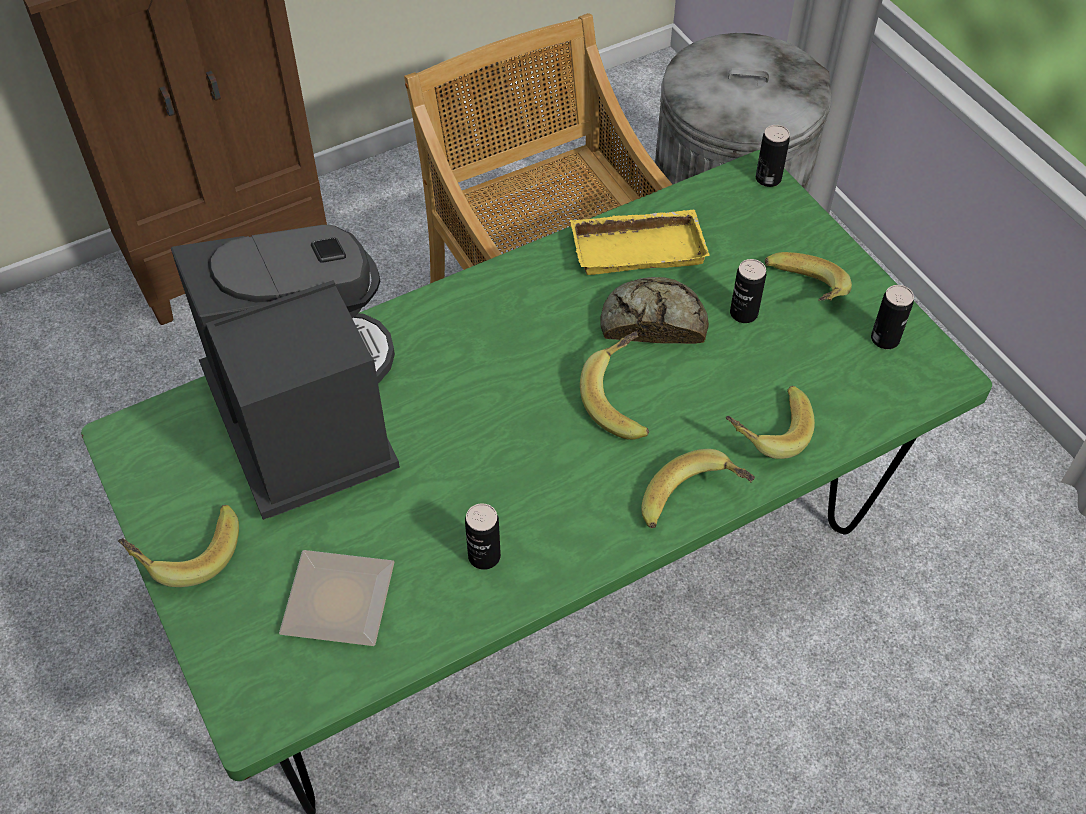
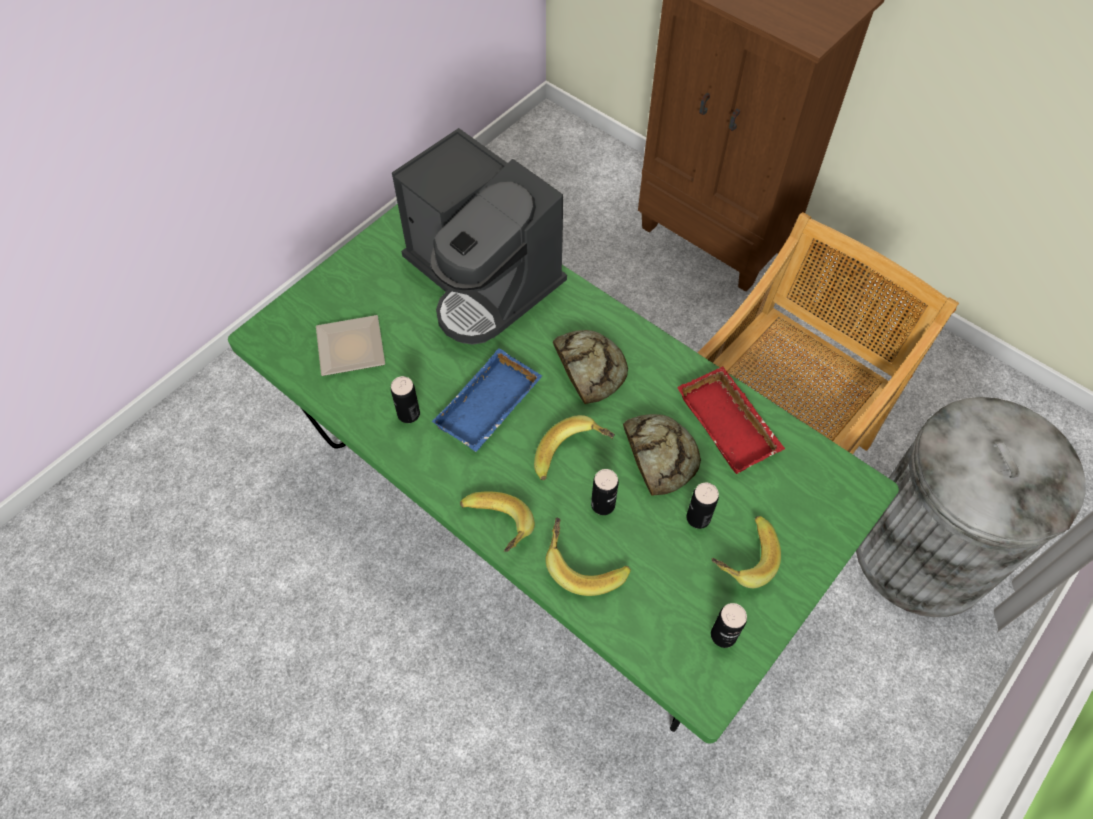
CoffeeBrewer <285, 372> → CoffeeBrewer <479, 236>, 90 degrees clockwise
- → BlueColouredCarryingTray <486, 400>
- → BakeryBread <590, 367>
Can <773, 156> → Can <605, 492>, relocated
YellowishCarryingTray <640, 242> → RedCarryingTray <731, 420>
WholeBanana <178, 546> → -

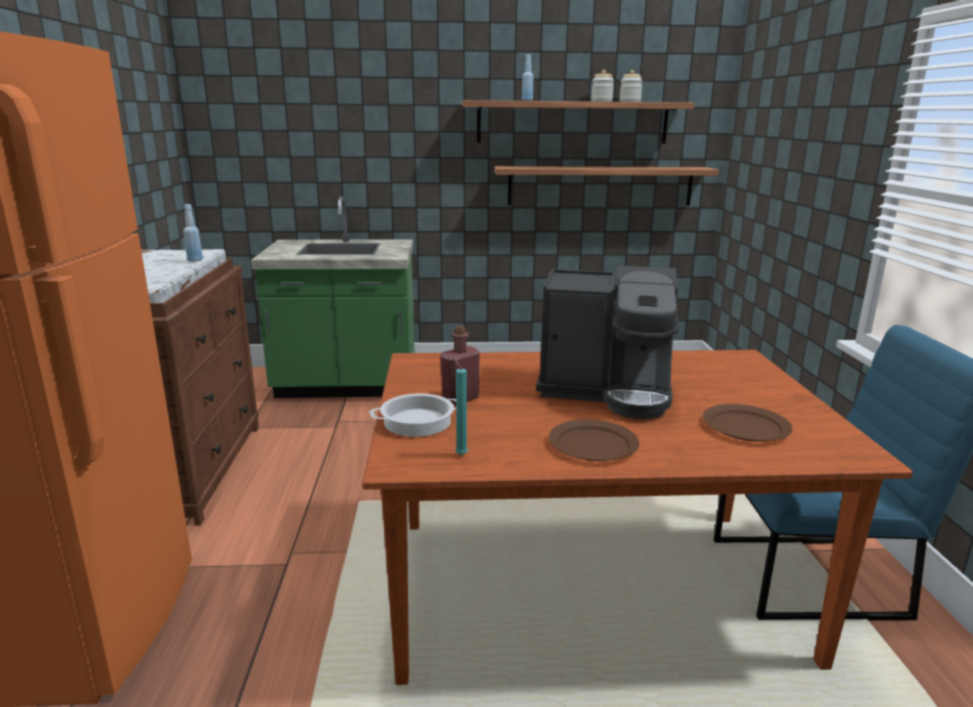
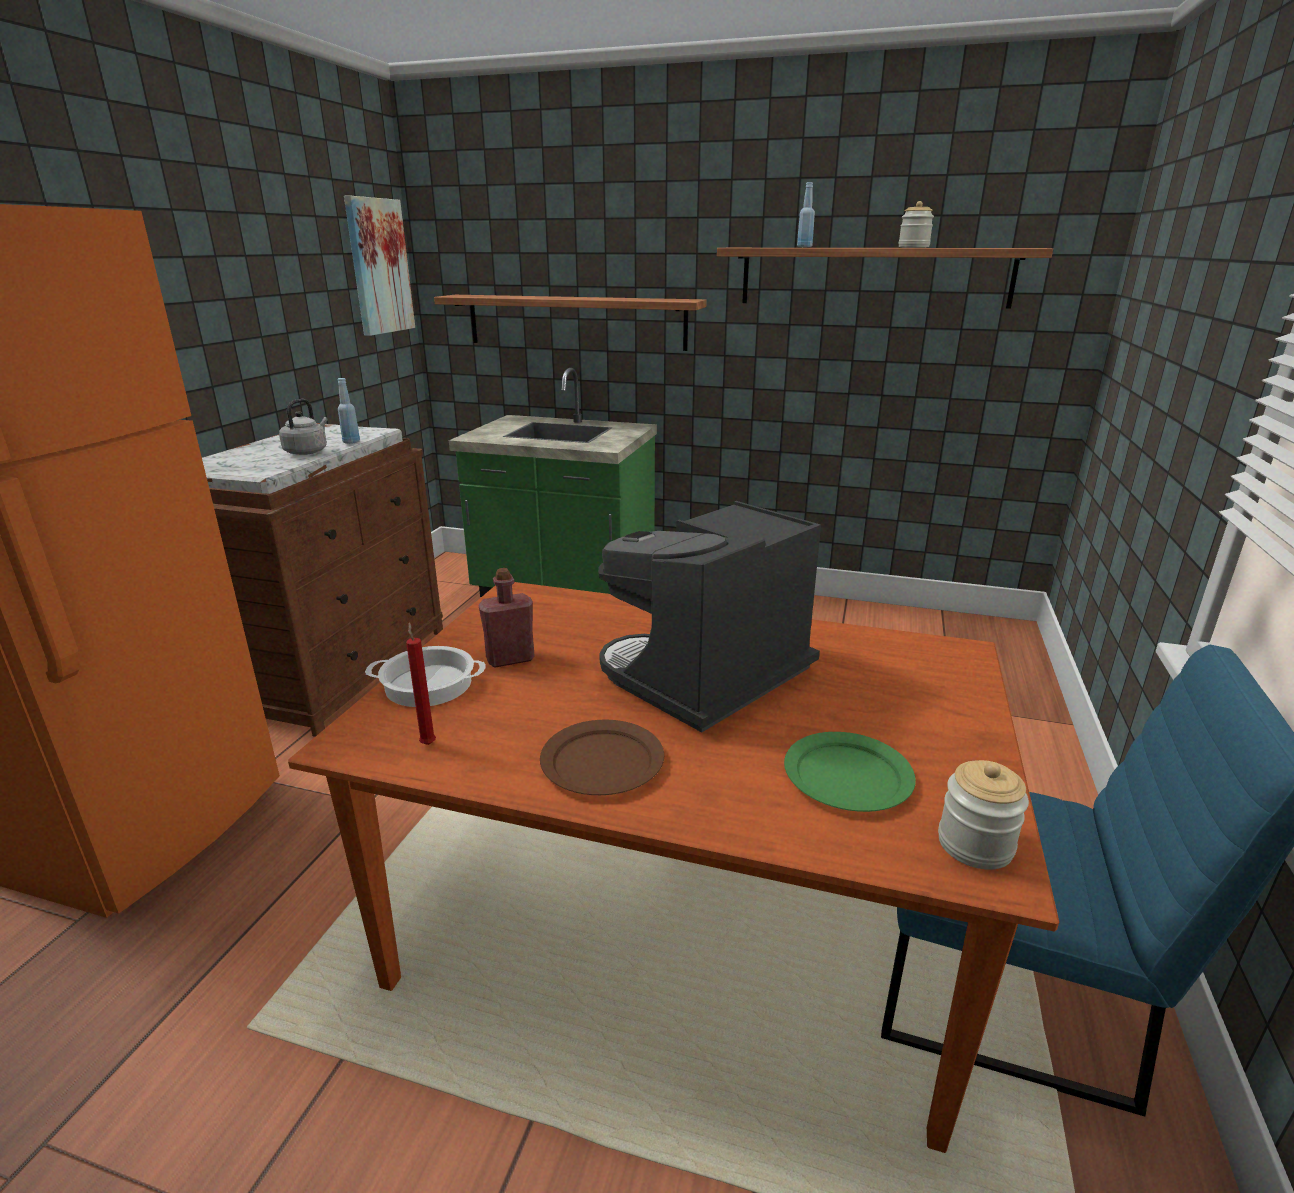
- → GreyKettle <303, 427>
- → WallArt <379, 265>
BlueGreenCandle <461, 406> → RedCandle <421, 683>
WallShelf <606, 186> → WallShelf <570, 323>, relocated
CoffeeBrewer <607, 342> → CoffeeBrewer <709, 616>, 105 degrees clockwise
BrownColouredDinnerPlate <747, 423> → GreenishDinnerPlate <850, 772>
StorageJar <631, 86> → StorageJar <983, 815>, relocated

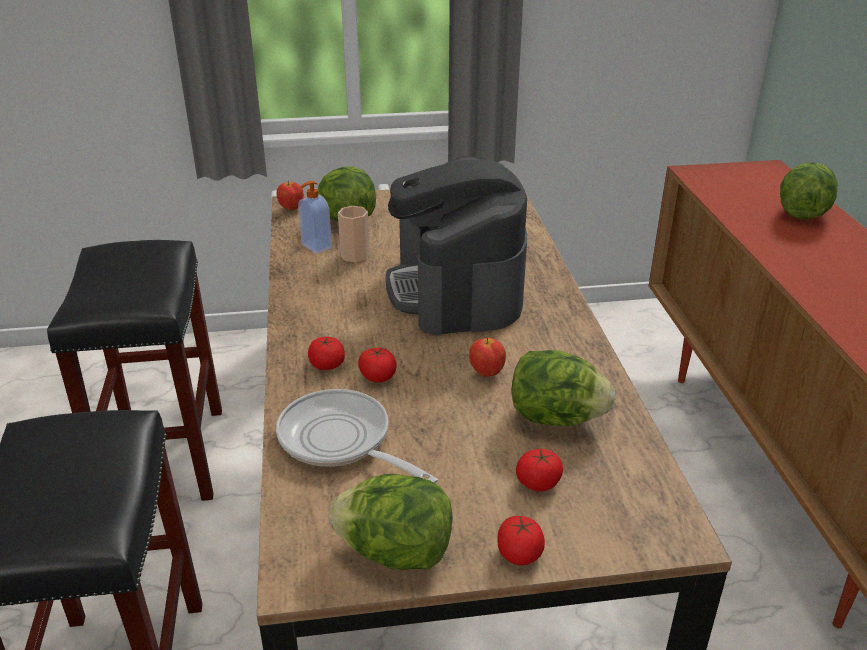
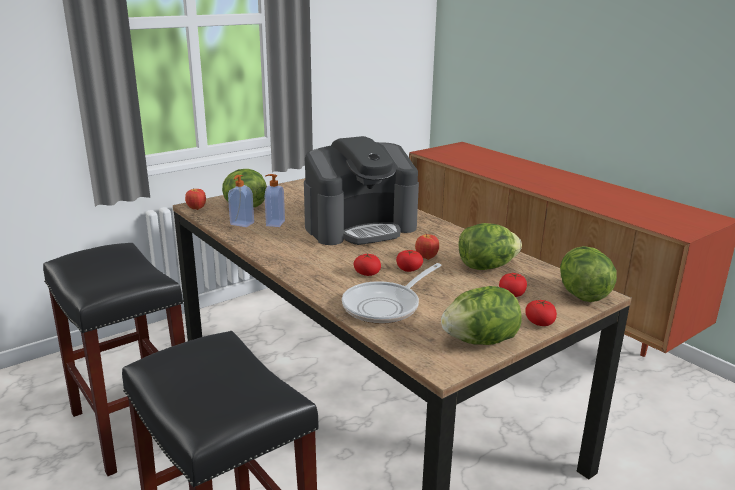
SmallCup <354, 234> → SoapDispenser <275, 200>
CoffeeBrewer <456, 245> → CoffeeBrewer <361, 190>, 75 degrees counterclockwise
Pan <357, 436> → Pan <392, 293>, 60 degrees counterclockwise
WholeTomato <326, 353> → WholeTomato <409, 261>, relocated
LettuceHead <809, 190> → LettuceHead <588, 274>, relocated

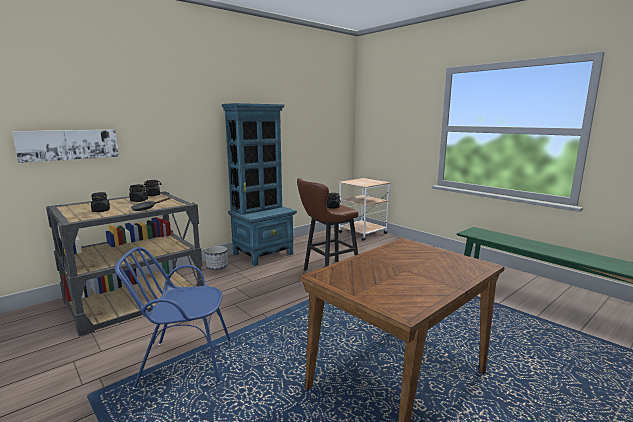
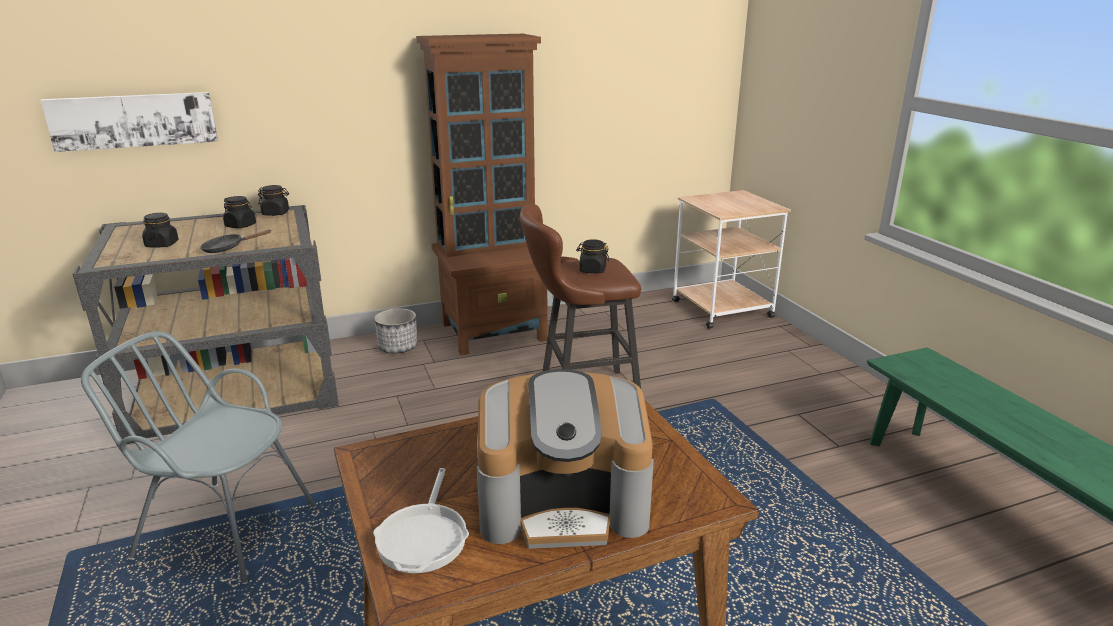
BlueColouredPlainChair <173, 318> → GreyPlainChair <198, 457>
- → Pan <421, 521>
BlueColouredStorageCabinet <259, 184> → BrownColouredStorageCabinet <482, 194>
- → CoffeeBrewer <565, 459>

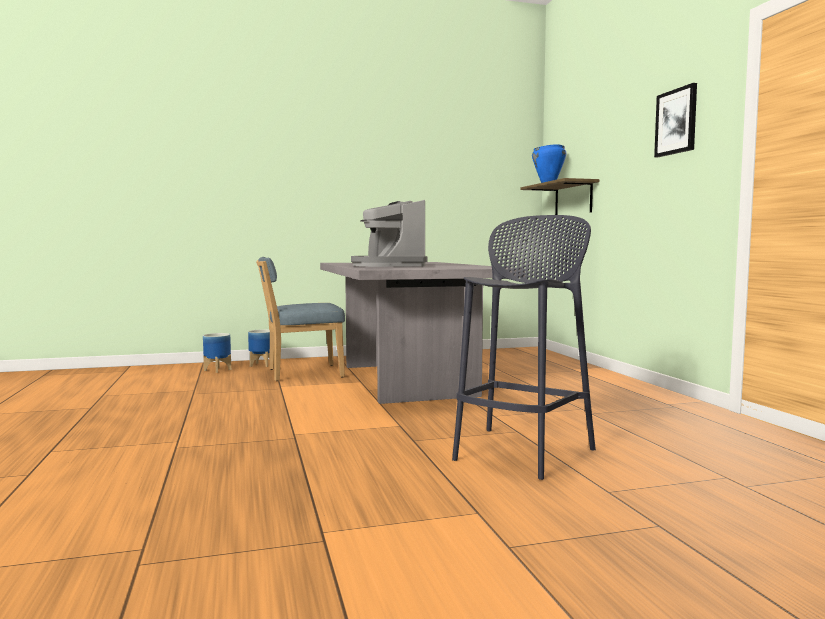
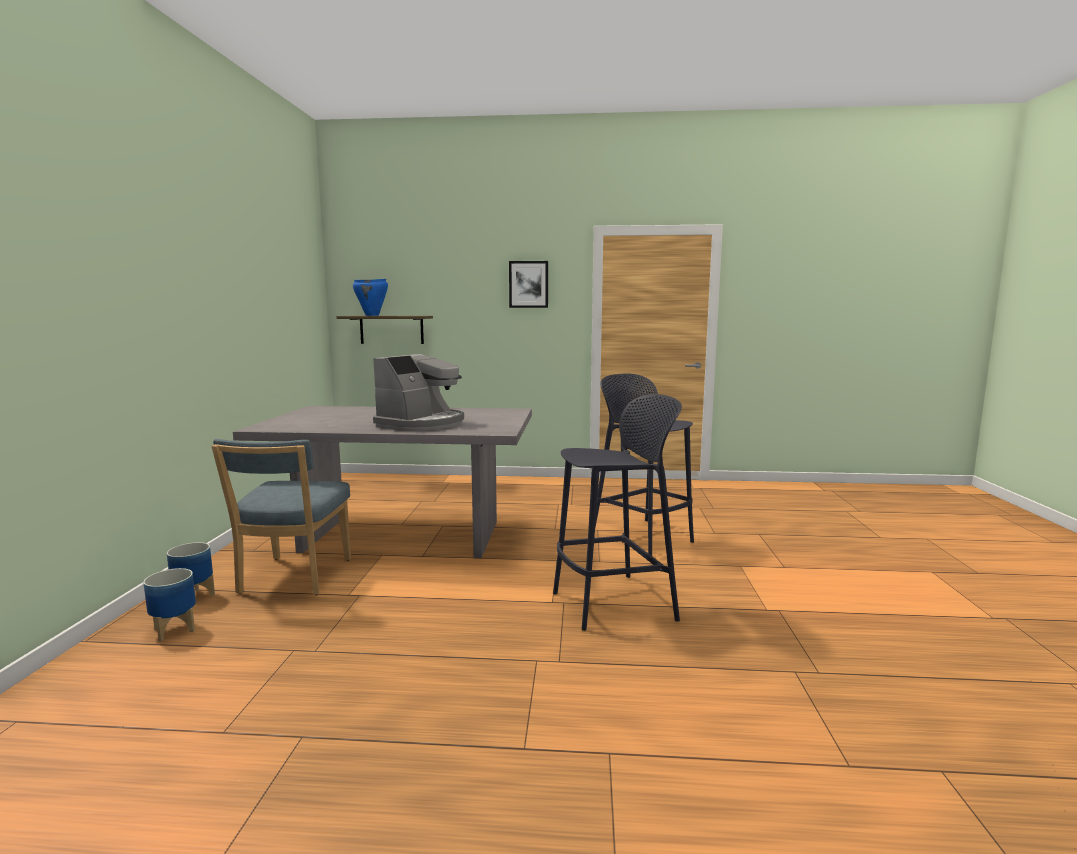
CoffeeBrewer <389, 233> → CoffeeBrewer <418, 392>, 60 degrees counterclockwise
- → GreyStoolSeat <617, 512>

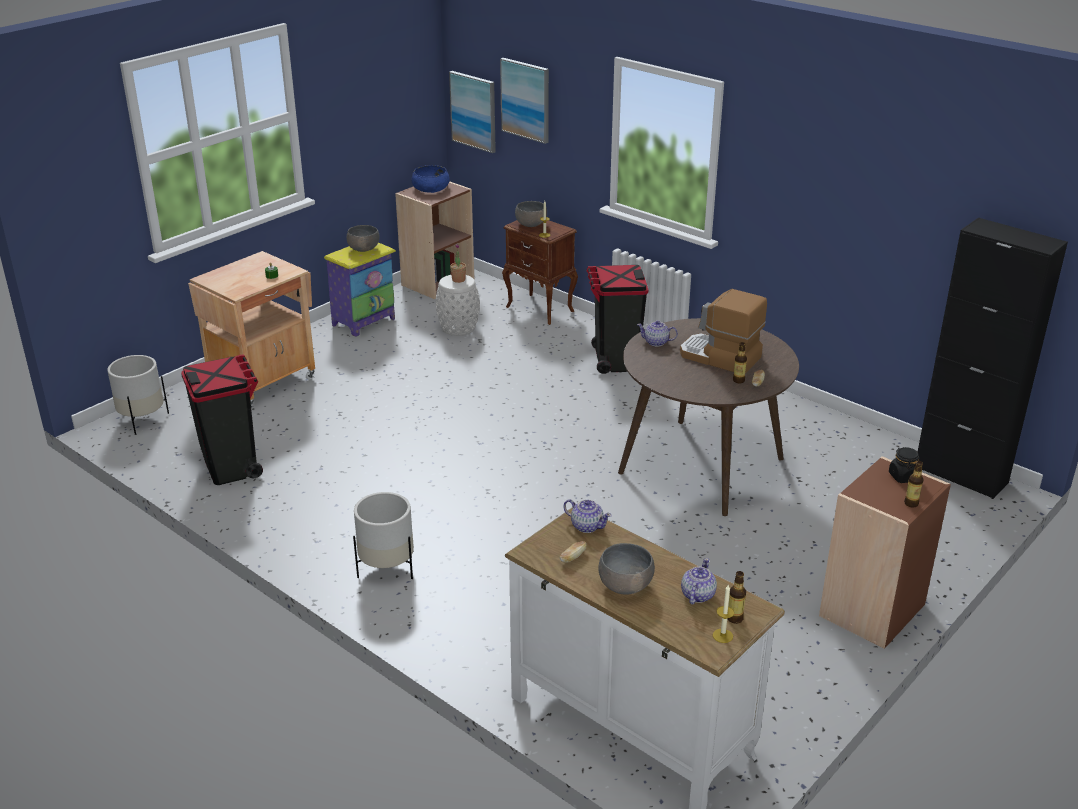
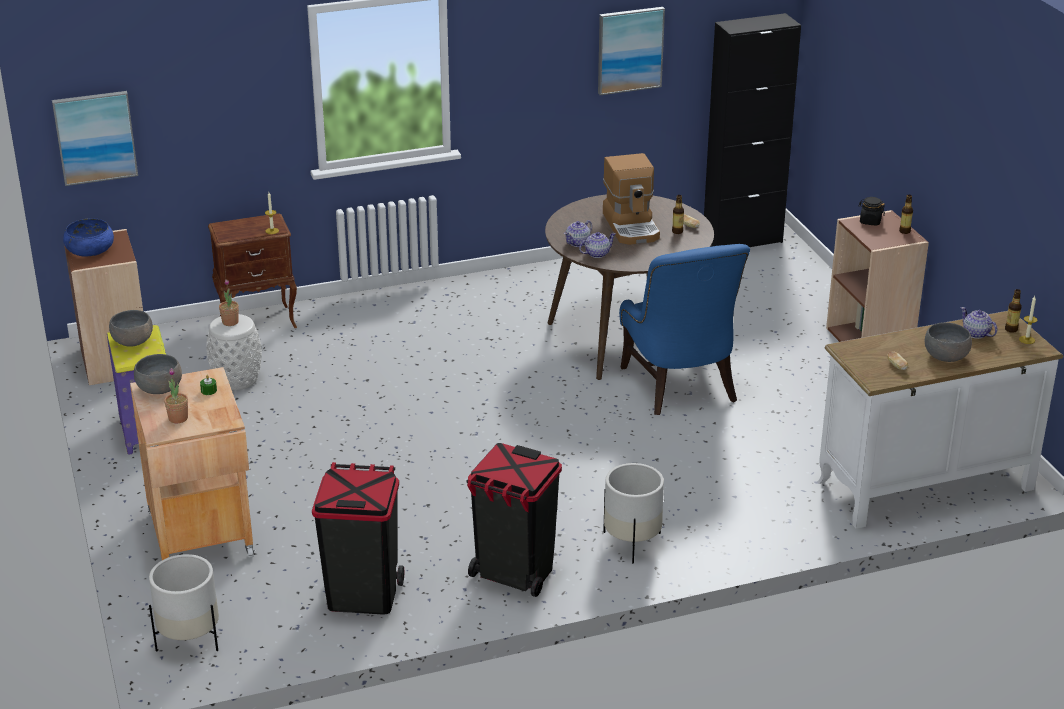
GreyDeepDish <531, 214> → GreyDeepDish <158, 374>, relocated
- → Houseplant <176, 396>
BlackishRubbishBin <617, 319> → BlackishRubbishBin <514, 520>, relocated
TeaPot <587, 516> → TeaPot <597, 245>, relocated
WallArt <524, 101> → WallArt <631, 51>, relocated
CoffeeBrewer <723, 331> → CoffeeBrewer <631, 199>, 75 degrees counterclockwise
- → BlueColouredPlainChair <684, 329>

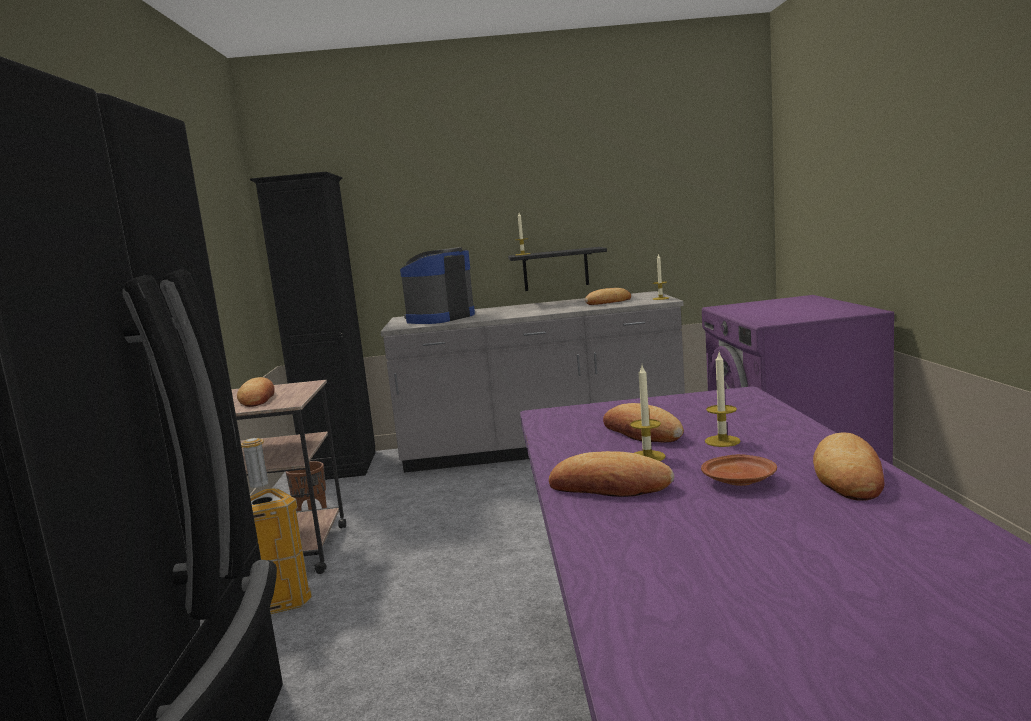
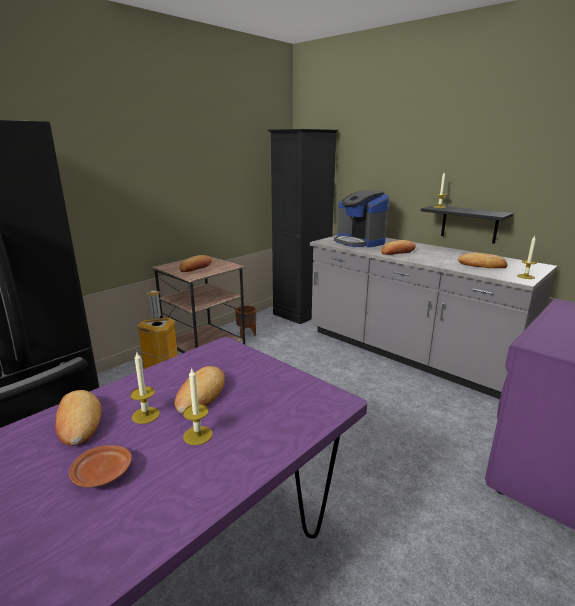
CoffeeBrewer <437, 285> → CoffeeBrewer <361, 219>, 120 degrees counterclockwise
BakeryBread <849, 467> → BakeryBread <398, 247>, relocated

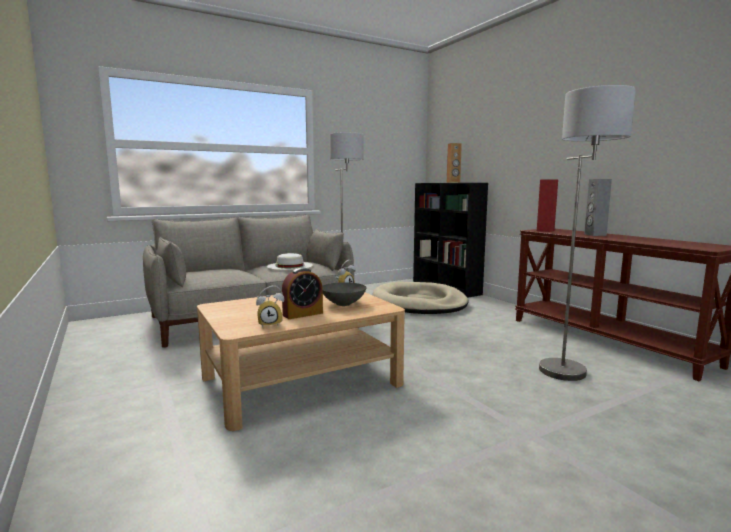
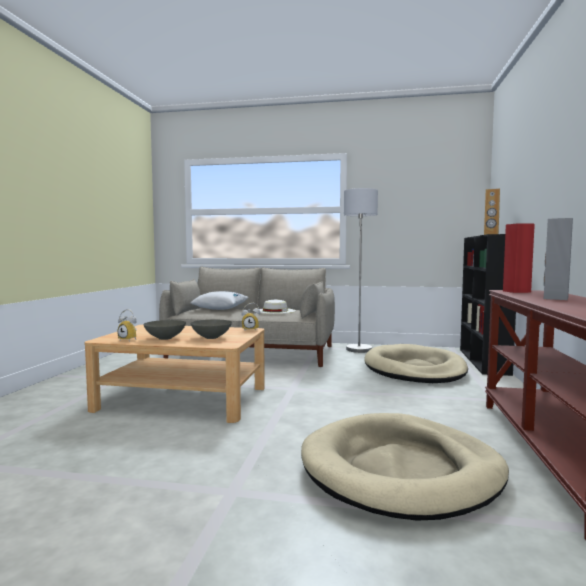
TableClock <302, 293> → GreyDeepDish <164, 330>
- → GreyCushion <219, 300>
GreyFloorLamp <587, 233> → SandColouredDogBed <405, 467>

